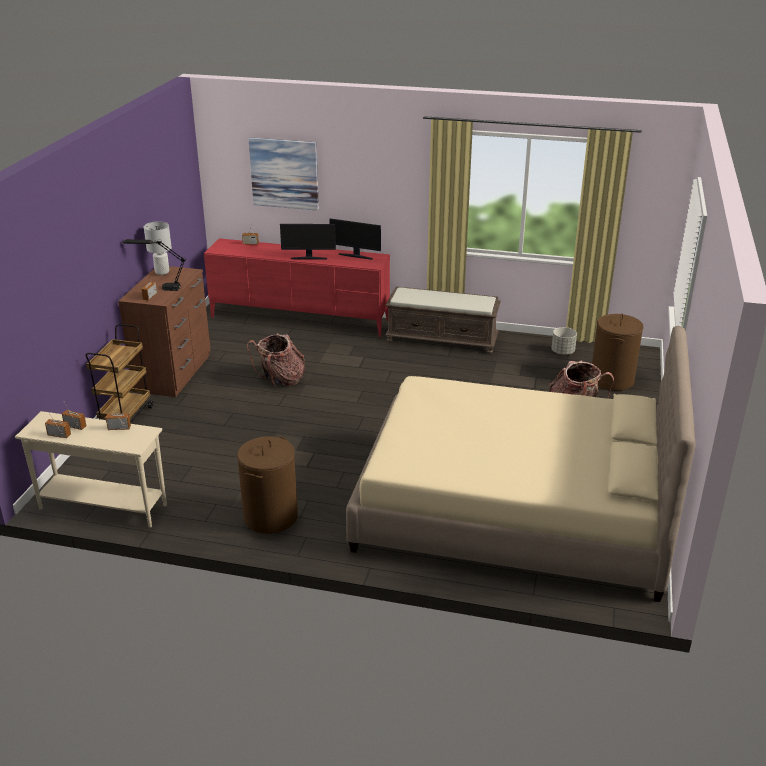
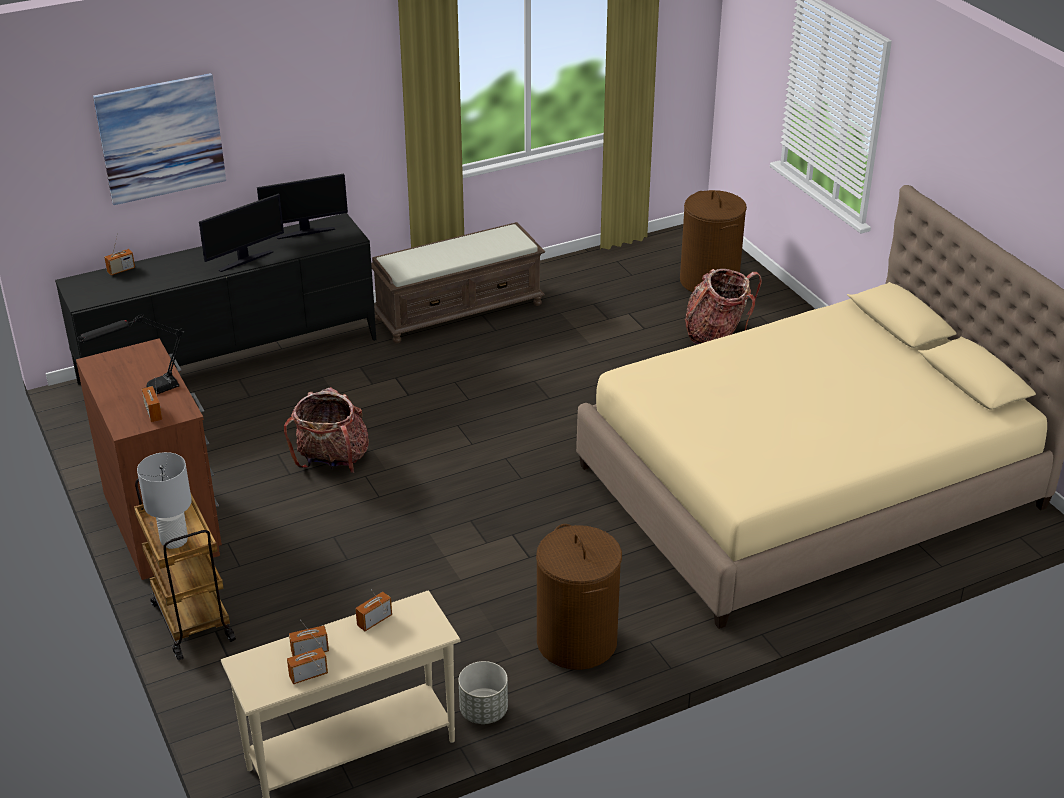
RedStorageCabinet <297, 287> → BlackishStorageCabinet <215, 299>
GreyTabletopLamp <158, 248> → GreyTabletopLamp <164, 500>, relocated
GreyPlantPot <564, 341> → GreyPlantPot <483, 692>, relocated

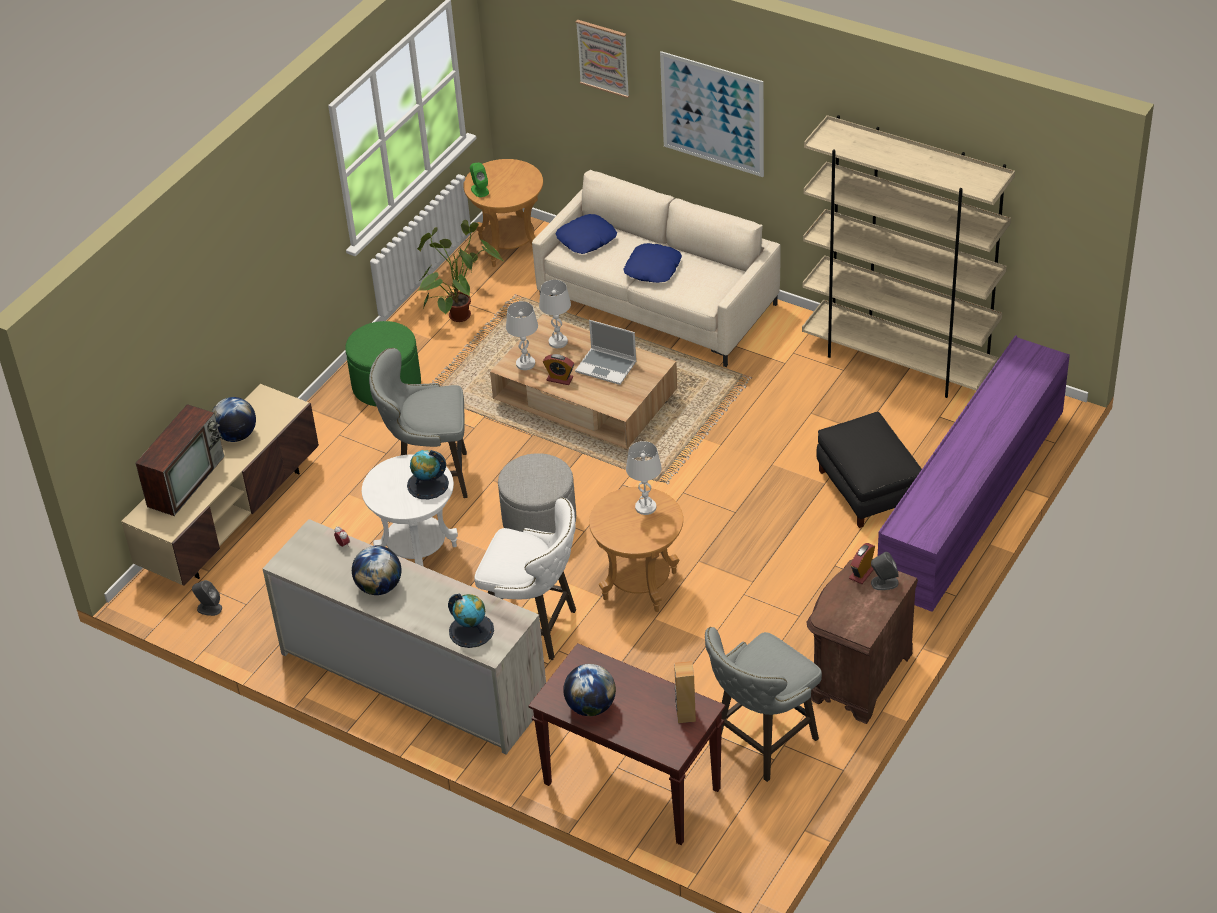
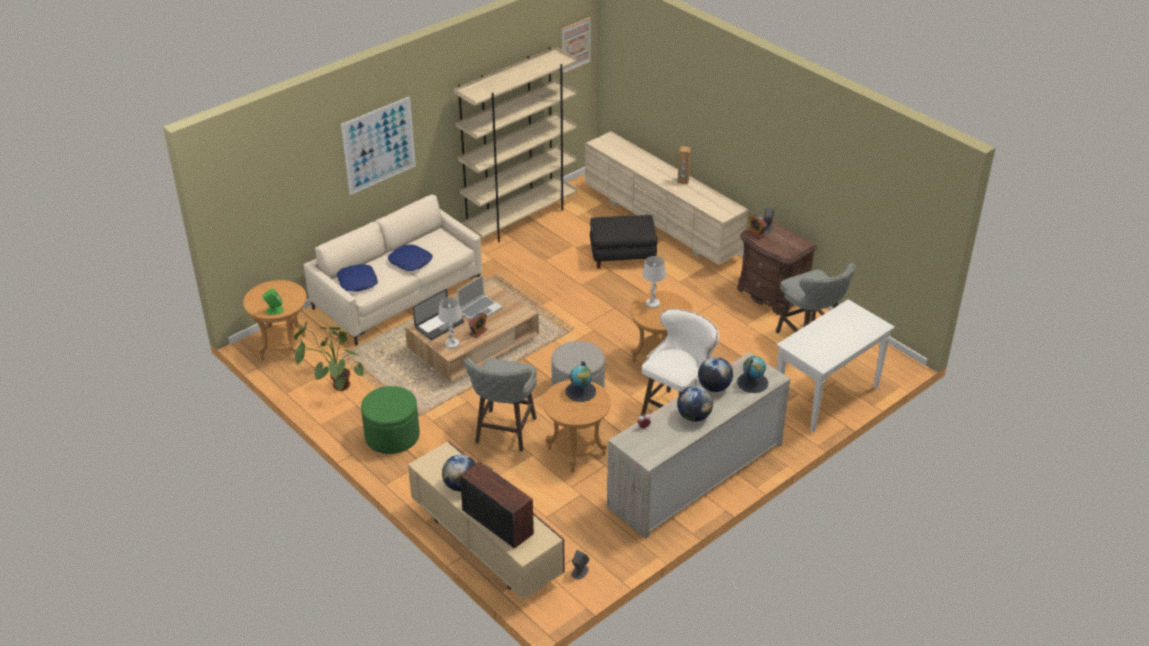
WhiteColouredTabletopLamp <555, 314> → NotebookComputer <438, 314>
WhiteColouredSideTable <410, 510> → BrownColouredSideTable <577, 426>
WallArt <602, 59> → WallArt <576, 45>, relocated
PurpleColouredStorageCabinet <974, 473> → SandColouredStorageCabinet <666, 198>
BrownColouredLoudspeaker <685, 692> → BrownColouredLoudspeaker <684, 165>, relocated
WorldGlobe <589, 690> → WorldGlobe <715, 374>, relocated
BrownColouredNarrowTable <626, 744> → WhiteColouredNarrowTable <835, 366>

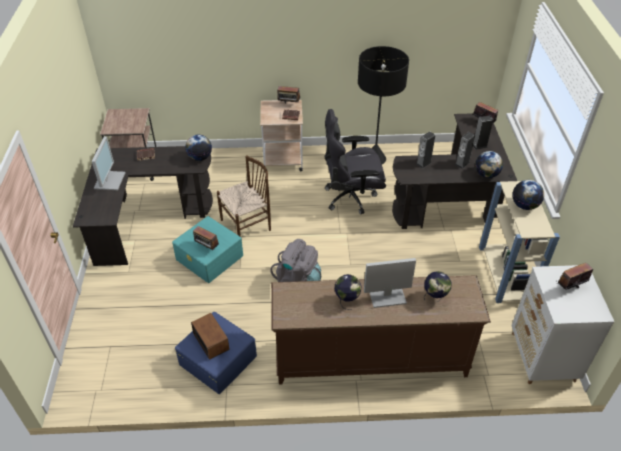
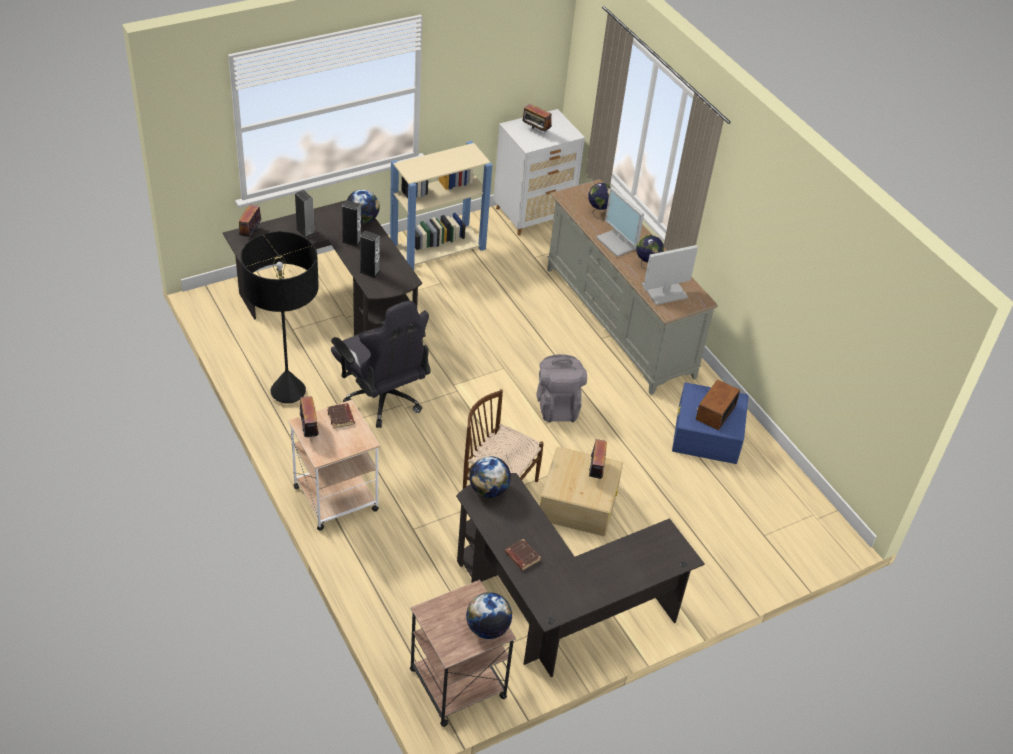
WorldGlobe <528, 195> → WorldGlobe <489, 615>, relocated
BlueGreenStorageBin <207, 249> → SandColouredStorageBin <581, 491>
BrownColouredStorageCabinet <381, 330> → GreyStorageCabinet <632, 287>
ComputerDisplay <108, 163> → ComputerDisplay <670, 275>, relocated

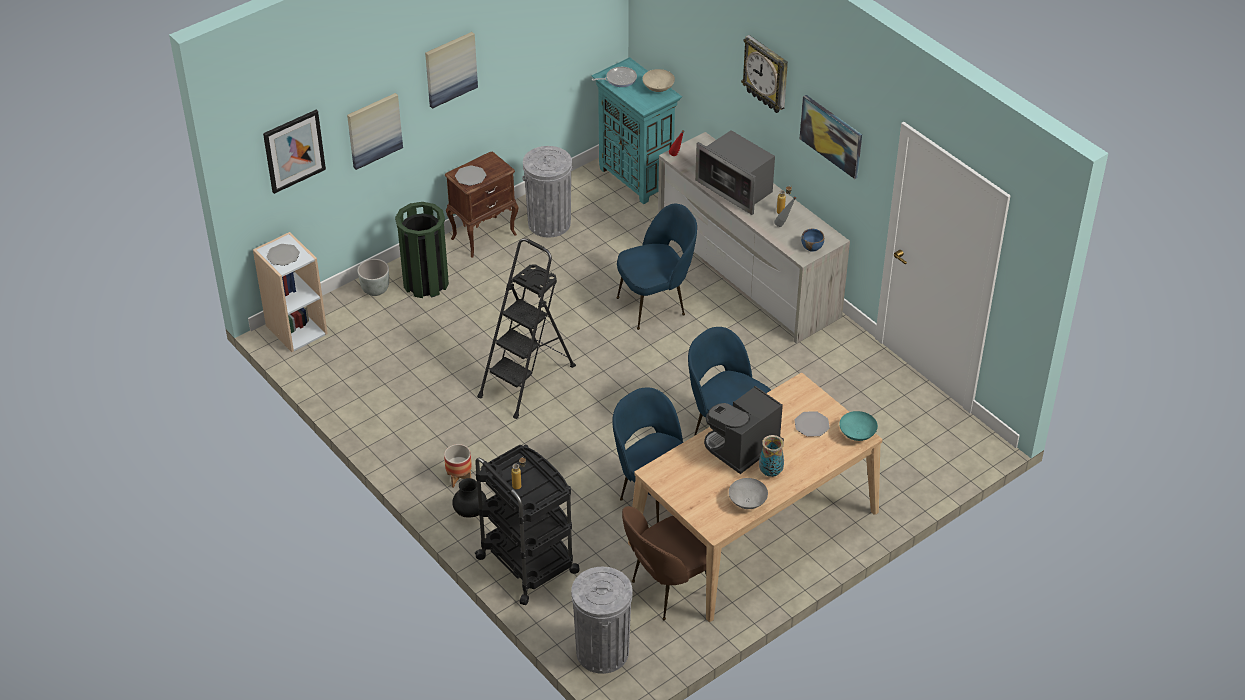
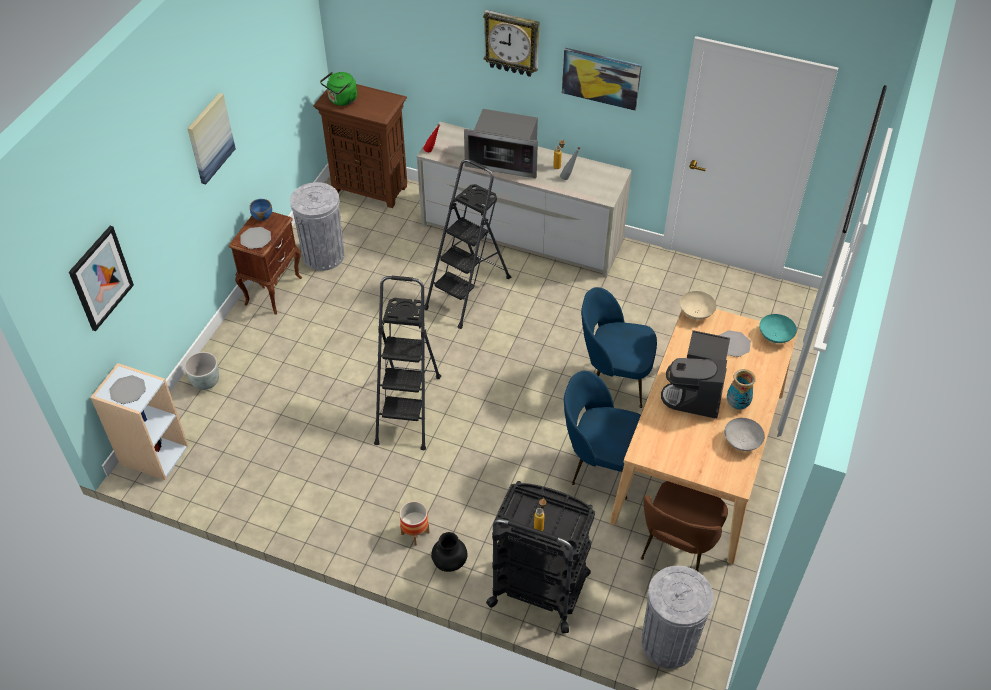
BlueColouredDeepDish <812, 240> → BlueColouredDeepDish <261, 210>, relocated
BlueGreenStorageCabinet <636, 130> → BrownColouredStorageCabinet <360, 146>
Pan <614, 77> → GreenishKettle <338, 89>
BlueColouredPlainChair <657, 267> → Stepladder <467, 244>
SandColouredDeepDish <658, 80> → SandColouredDeepDish <698, 305>, relocated
WallArt <375, 131> → -
GreenishRubbishBin <422, 250> → -

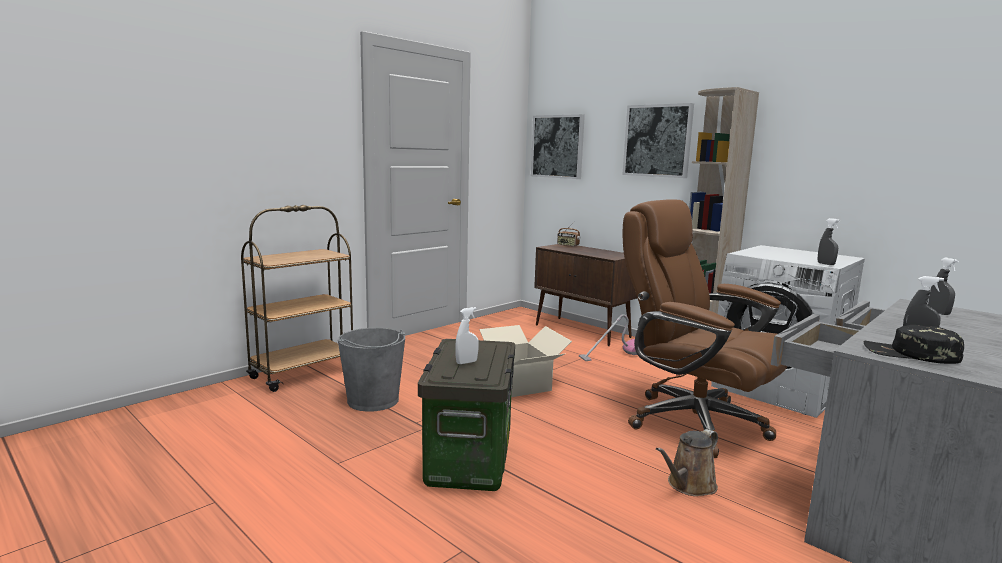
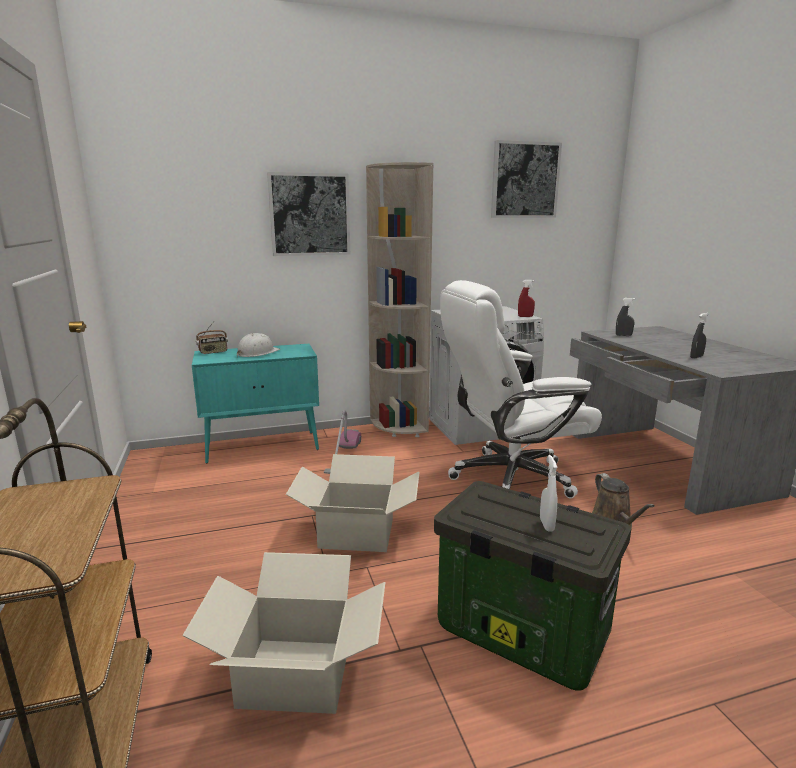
GreyPail <371, 370> → PackingBox <283, 633>
BrownColouredStorageCabinet <585, 295> → BlueGreenStorageCabinet <255, 404>
- → WhiteColouredSafetyHelmet <258, 345>
BrownColouredOfficeChair <705, 328> → WhiteColouredOfficeChair <521, 389>
WallArt <558, 146> → WallArt <526, 179>, relocated
GreySprayBottle <829, 241> → RedSprayBottle <526, 298>
BlackishCap <914, 344> → -

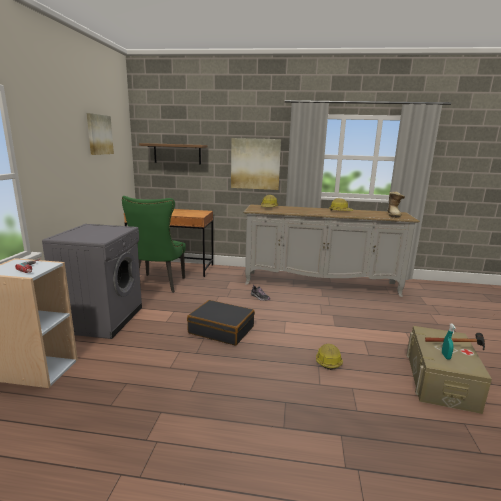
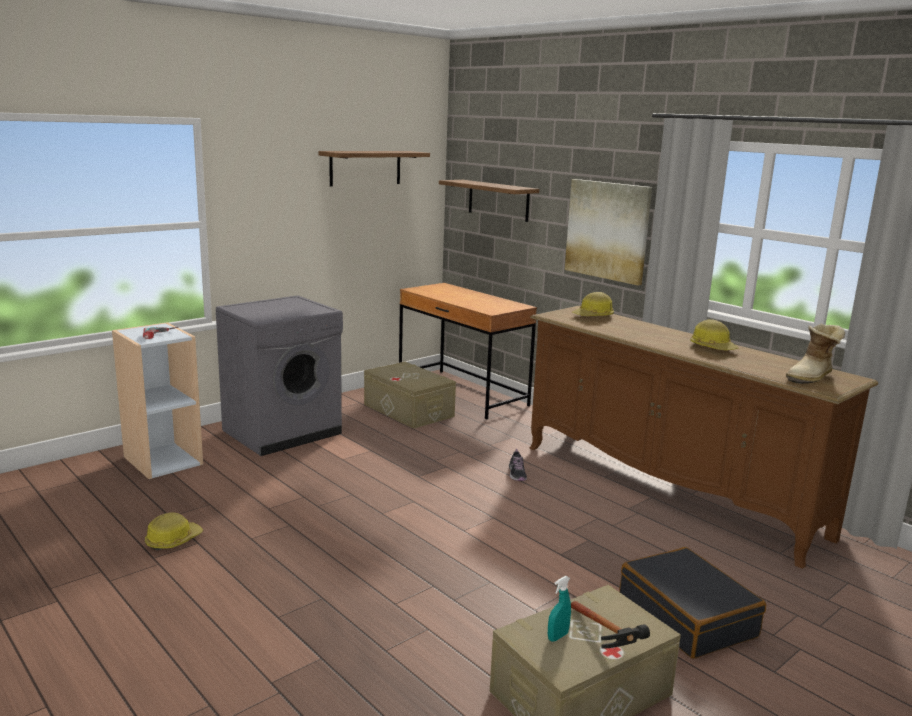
SafetyHelmet <329, 357> → SafetyHelmet <174, 531>, relocated
WallArt <100, 134> → WallShelf <374, 168>
GreenishPlainChair <154, 244> → SandColouredStorageBin <410, 395>
GreyStorageCabinet <331, 250> → BrownColouredStorageCabinet <703, 437>
BlackishTravelCase <221, 322> → BlackishTravelCase <692, 603>, relocated

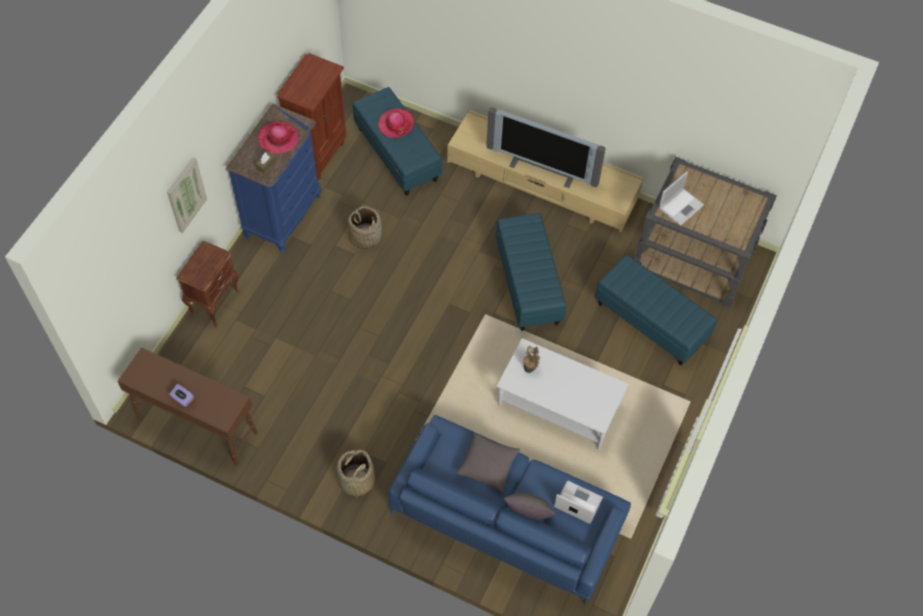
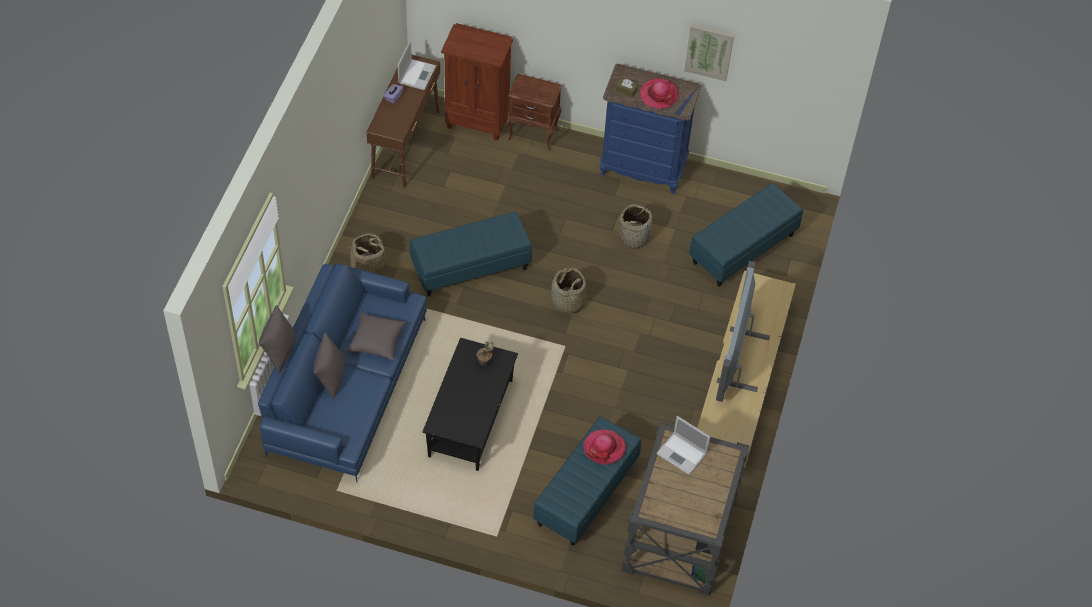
- → GreyCushion <277, 339>
NotebookComputer <578, 502> → NotebookComputer <417, 65>, relocated
BlueColouredPouffe <531, 272> → BlueColouredPouffe <471, 254>, relocated
WhiteColouredLowTable <562, 394> → BlackishLowTable <470, 404>
BrownColouredStorageCabinet <311, 116> → BrownColouredStorageCabinet <477, 82>, relocated
- → HouseholdBasket <568, 291>
Hat <396, 123> → Hat <604, 447>, relocated
WallArt <187, 195> → WallArt <709, 52>, relocated

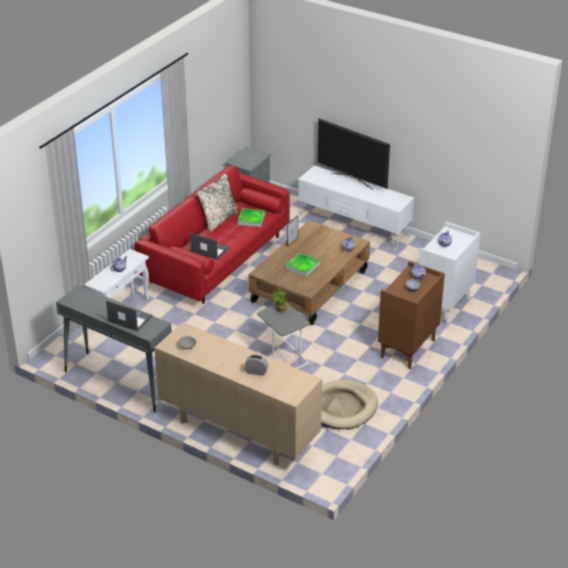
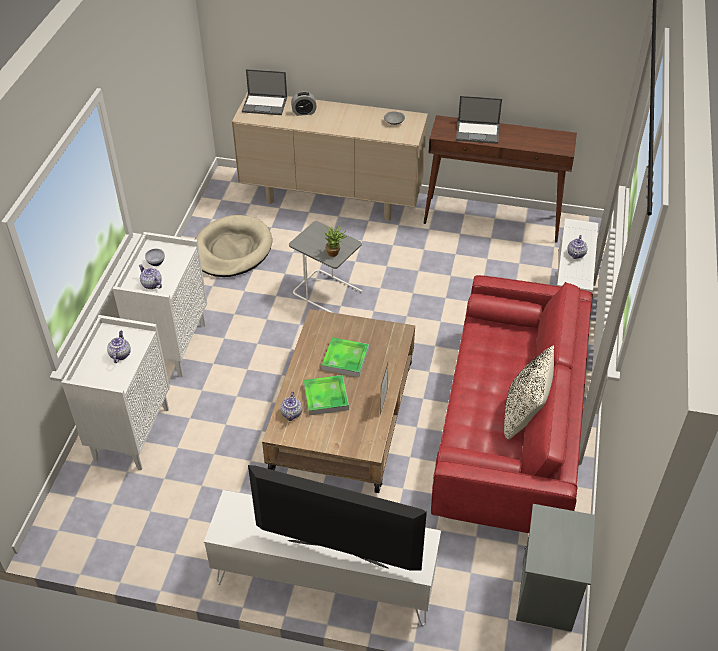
BrownColouredStorageCabinet <411, 315> → WhiteColouredStorageCabinet <160, 304>
NotebookComputer <209, 246> → NotebookComputer <264, 92>, relocated
CarryingTray <251, 217> → CarryingTray <326, 395>, relocated
GreyNarrowTable <114, 349> → BrownColouredNarrowTable <500, 178>

